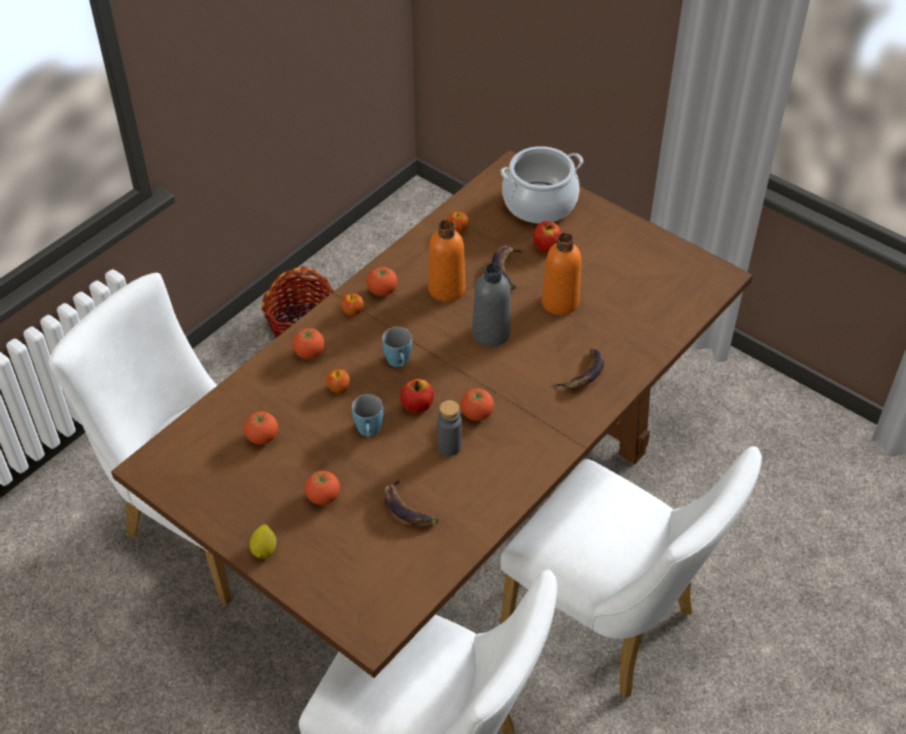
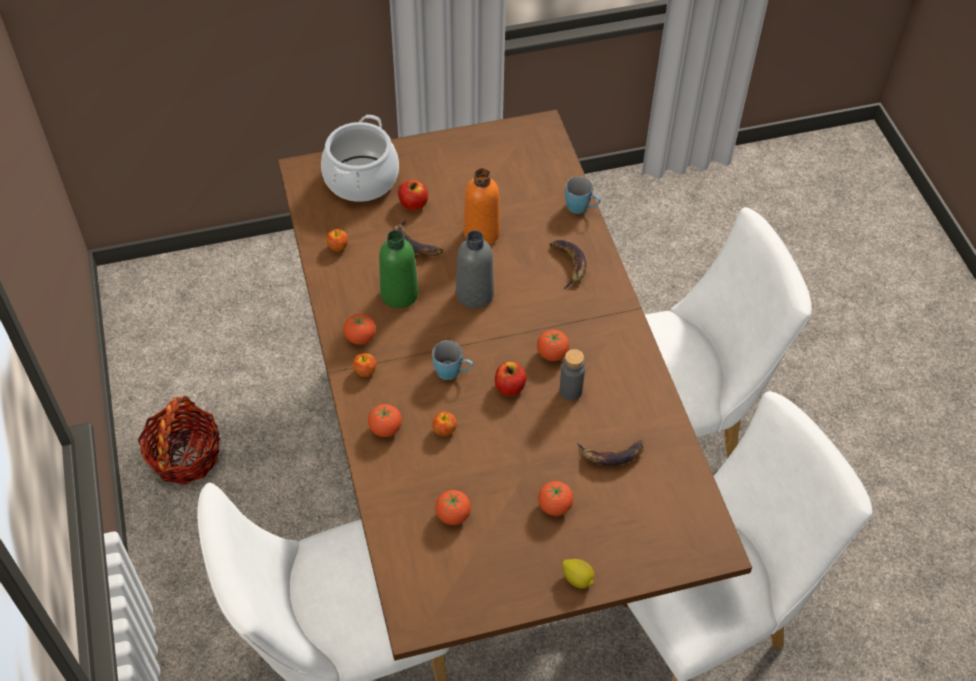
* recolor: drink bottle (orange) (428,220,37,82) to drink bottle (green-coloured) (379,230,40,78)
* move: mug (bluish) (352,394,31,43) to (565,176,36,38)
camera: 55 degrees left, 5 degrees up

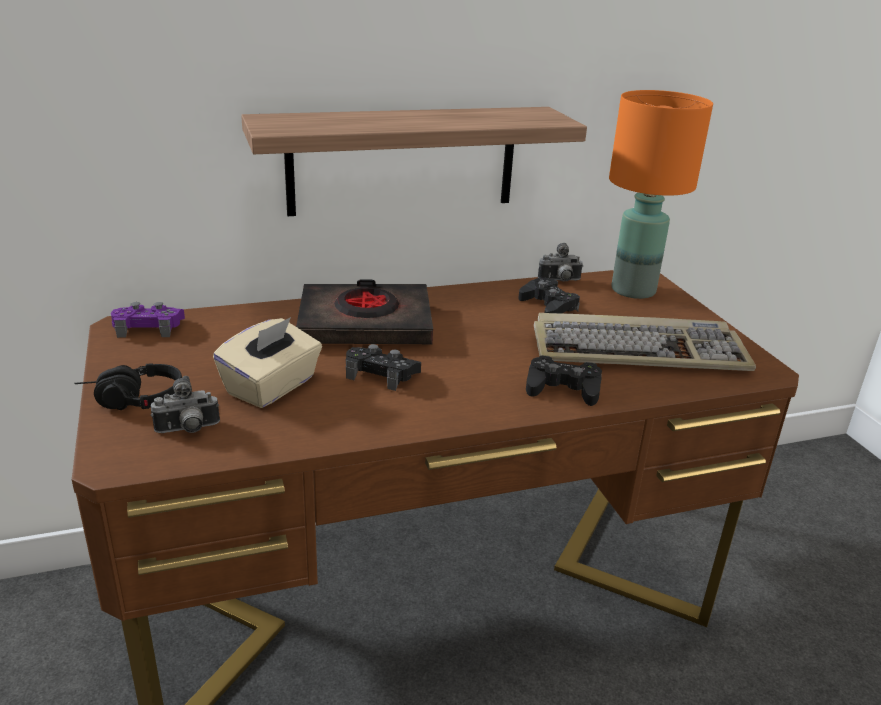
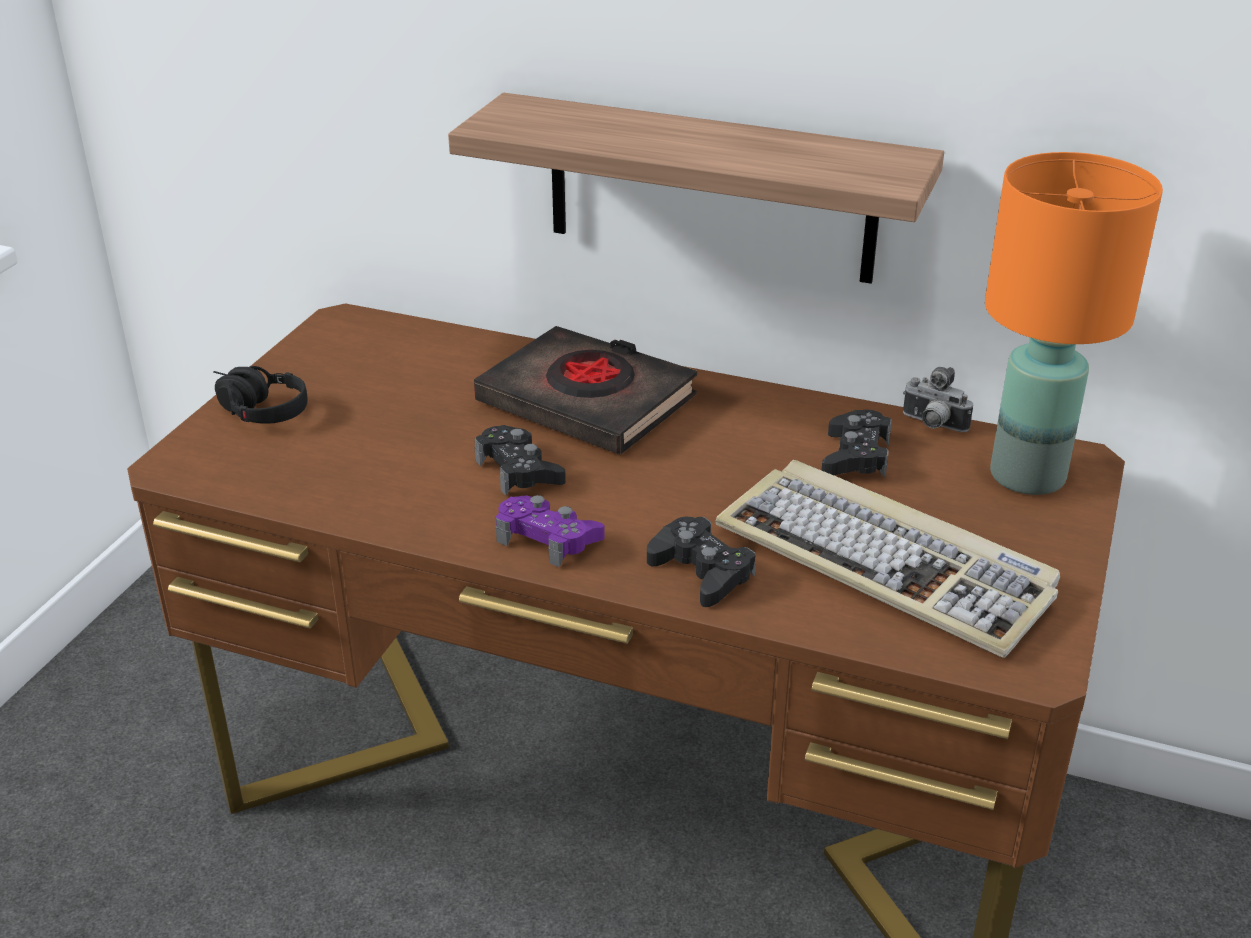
* move: game controller (purplish) (111,302,74,36) to (495,495,110,72)
* delete: box of tissues (sand-coloured) (213,317,109,91)
* delete: photo camera (151,376,69,57)
camera: 40 degrees right, 5 degrees up

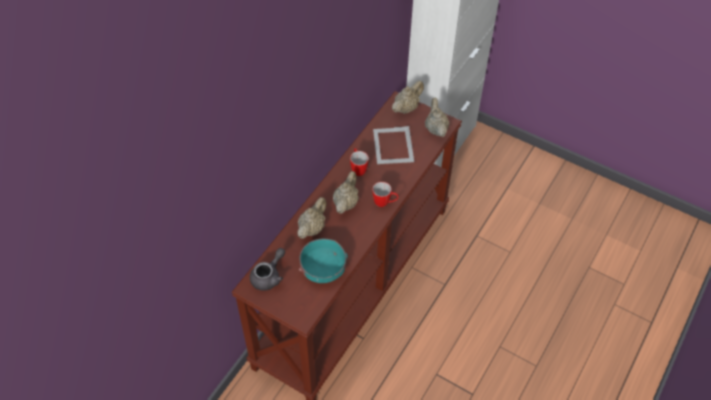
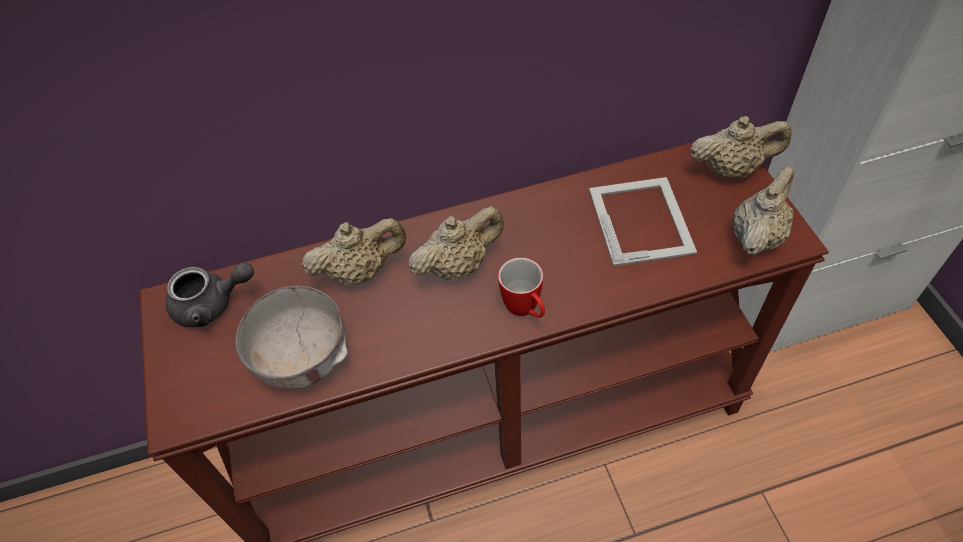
* rotate: standing frame (373,126,41,38) = (589,177,108,89) 135 degrees clockwise
* delete: mug (350,148,19,28)
* recolor: serving bowl (turquoise) (299,239,49,44) to serving bowl (grey) (235,286,113,103)
camera: 45 degrees right, 0 degrees up

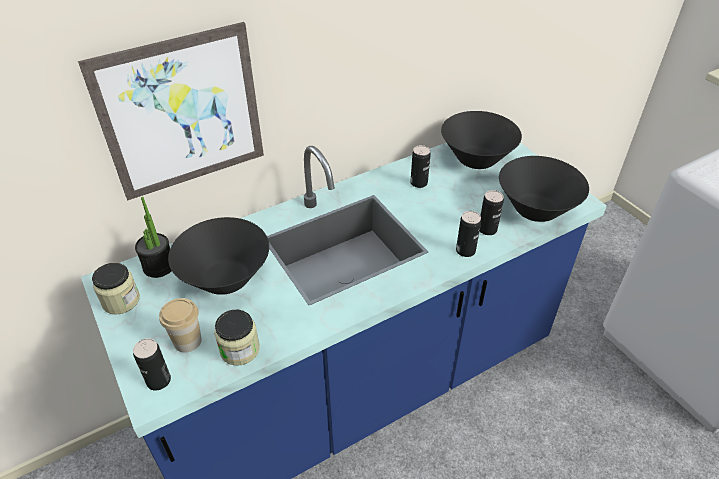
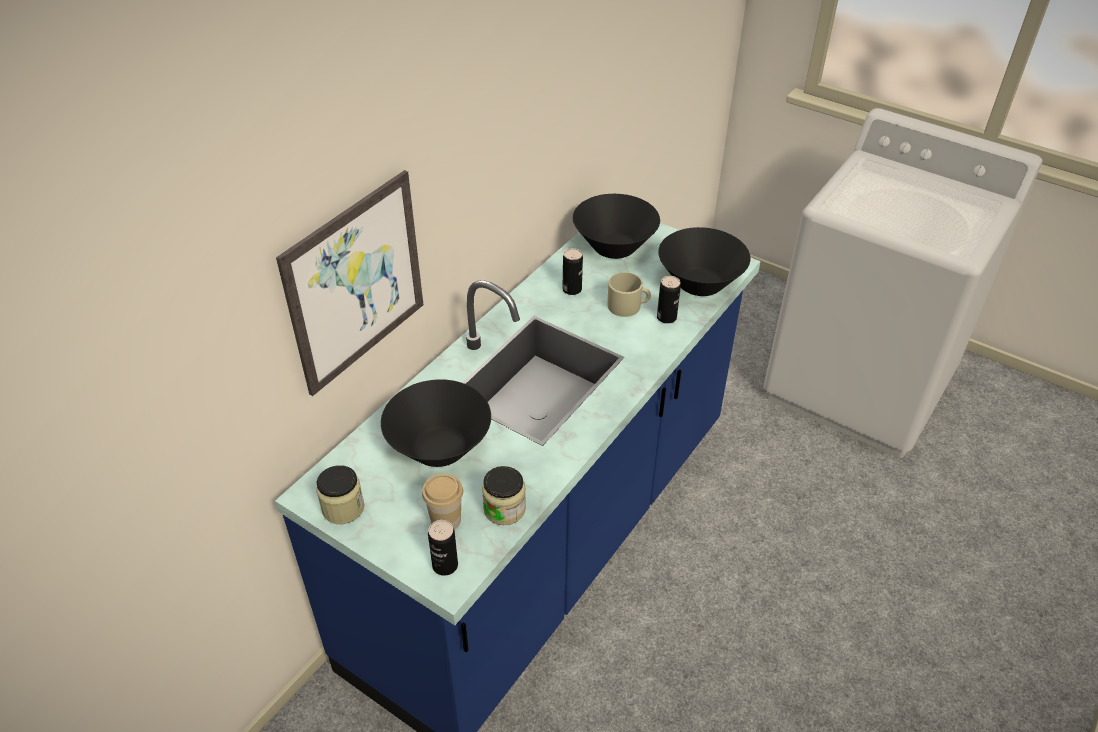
* delete: plant in a pot (135,197,37,81)
* delete: sealed can (456,211,25,46)
* insert: mug (sand-coloured) (607,272,44,45)
camera: 25 degrees left, 0 degrees up

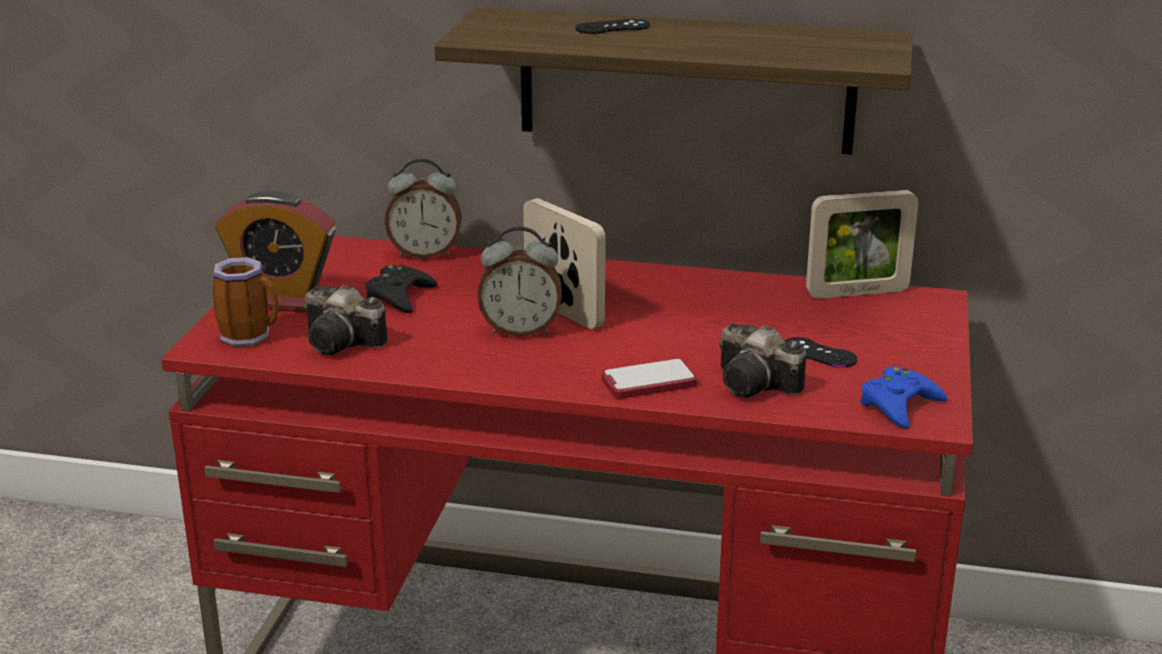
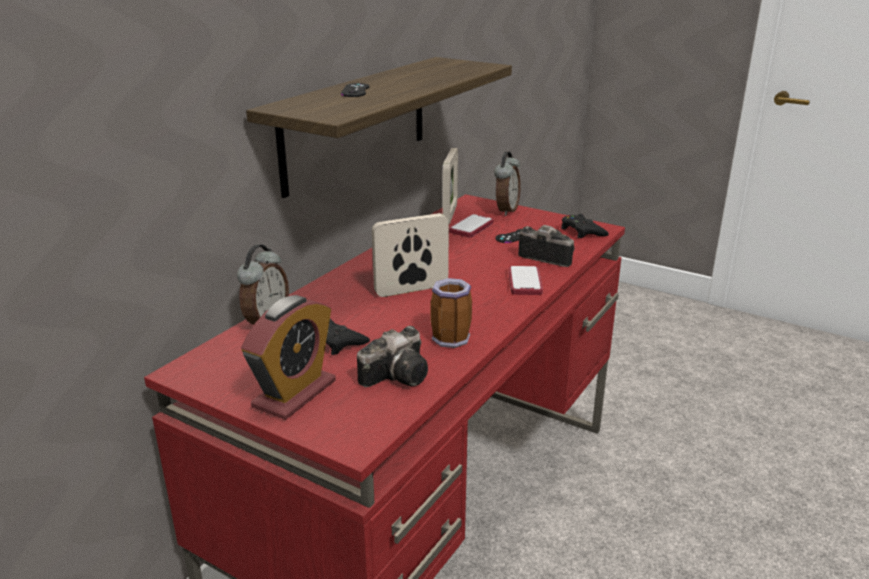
* move: table clock (477,226,85,111) to (494,151,26,65)
* move: mug (212,257,66,90) to (430,278,42,70)
* rotate: photo camera (719,324,87,74) = (518,225,57,42) 120 degrees counterclockwise
* recolor: game controller (bluish) (860,366,87,63) to game controller (black-coloured) (561,214,48,24)
* insert: telephone (449,214,44,23)
camera: 70 degrees left, 0 degrees up

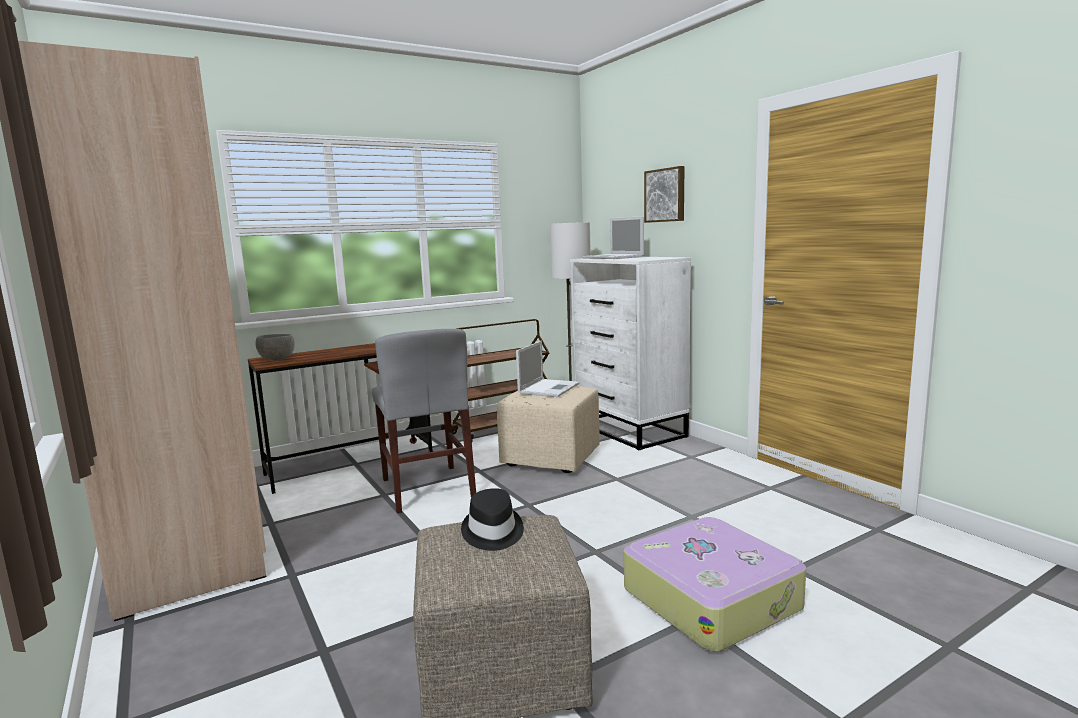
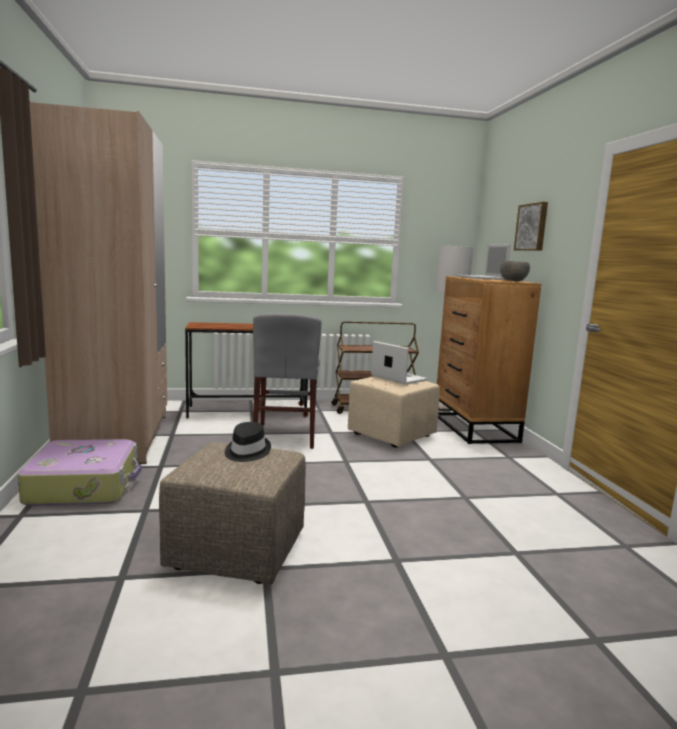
* recolor: chest of drawers (whitish) (570,257,121,193) to chest of drawers (brown-coloured) (437,276,104,168)
* move: serving bowl (grey) (256,334,39,26) to (500,261,30,21)
* rotate: portable computer (516,341,63,56) = (371,341,57,44) 90 degrees counterclockwise
* move: travel case (624,517,182,135) to (18,439,124,67)
camera: 20 degrees right, 0 degrees up

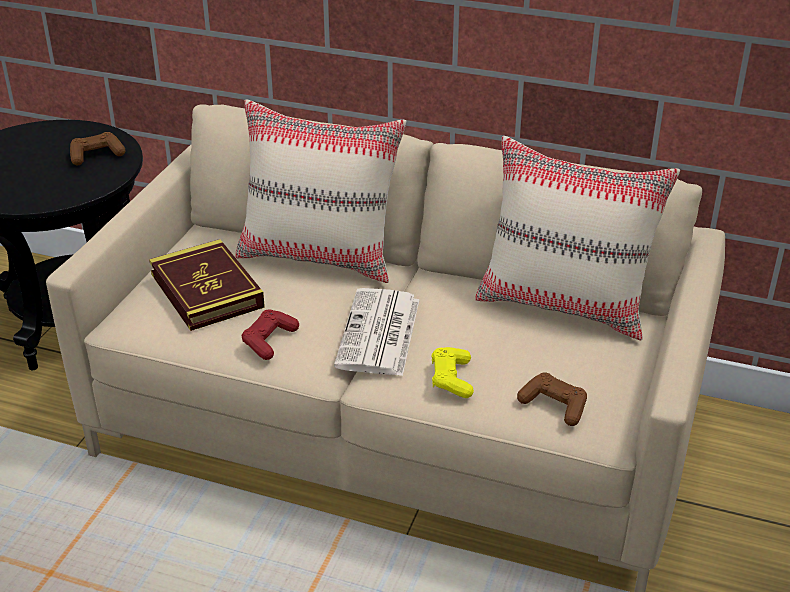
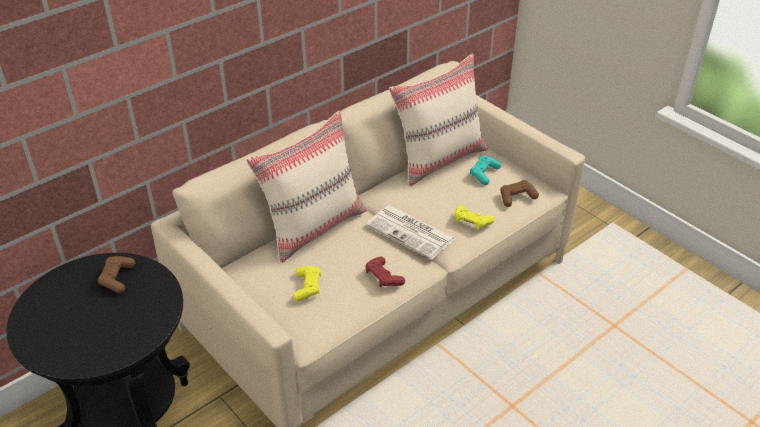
* replace: book (149,239,116,92) to game controller (yellow-coloured) (293,266,28,35)
* insert: game controller (turquoise) (470,156,31,29)
camera: 60 degrees left, 5 degrees up

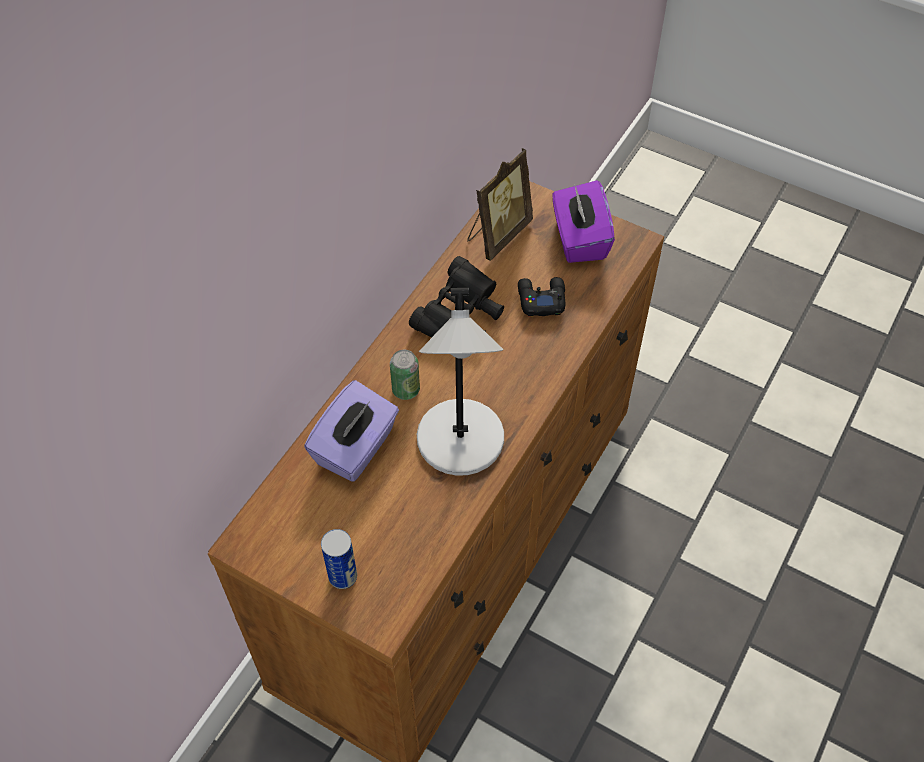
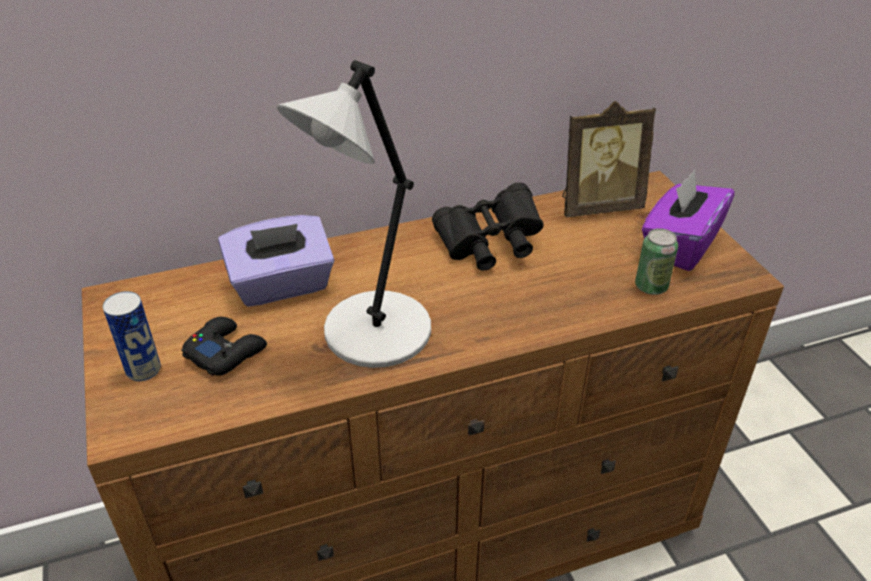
* move: game controller (black-coloured) (518,277,47,39) to (181,317,86,59)
* move: sealed can (390,350,30,50) to (635,228,43,67)
camera: 40 degrees right, 15 degrees down

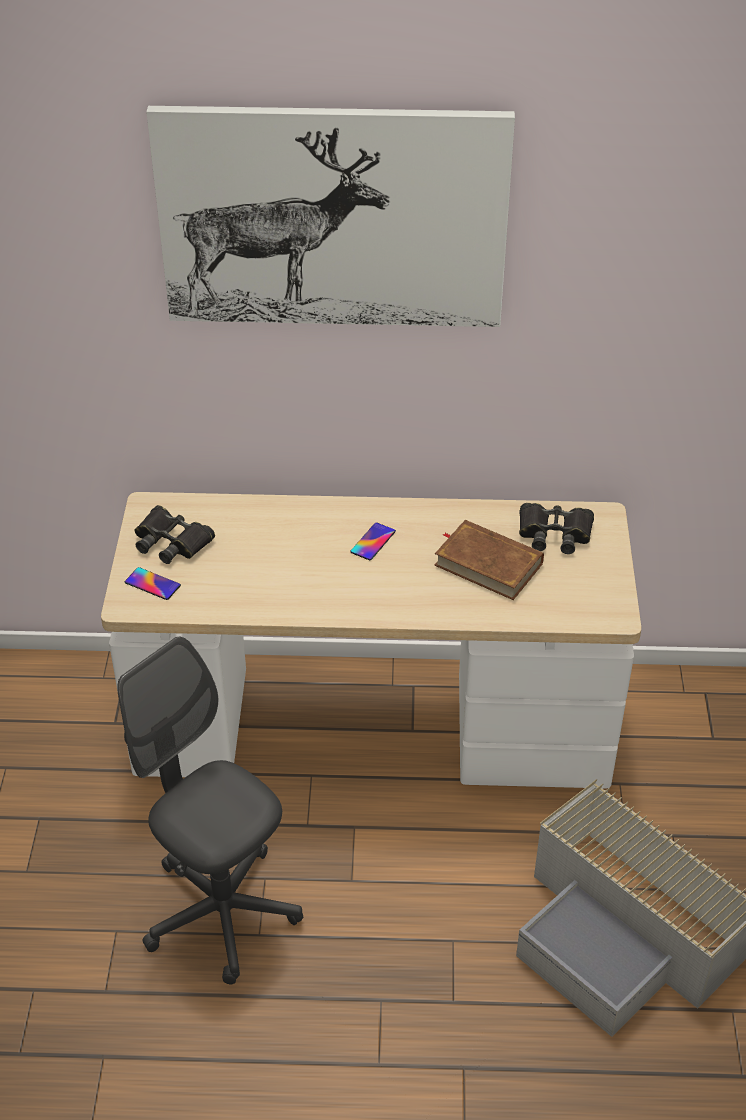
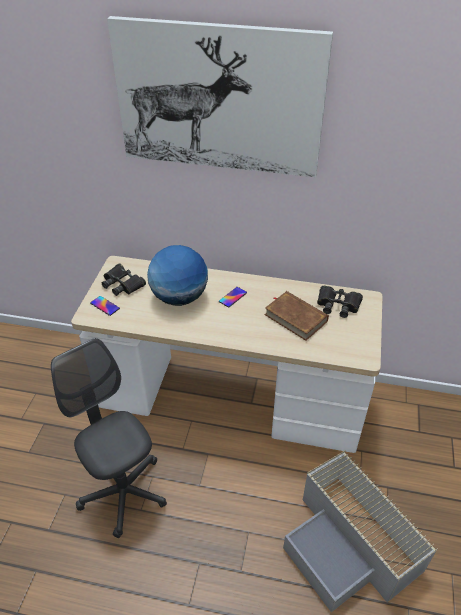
* insert: world globe (147,245,61,61)
camera: 10 degrees right, 0 degrees up

